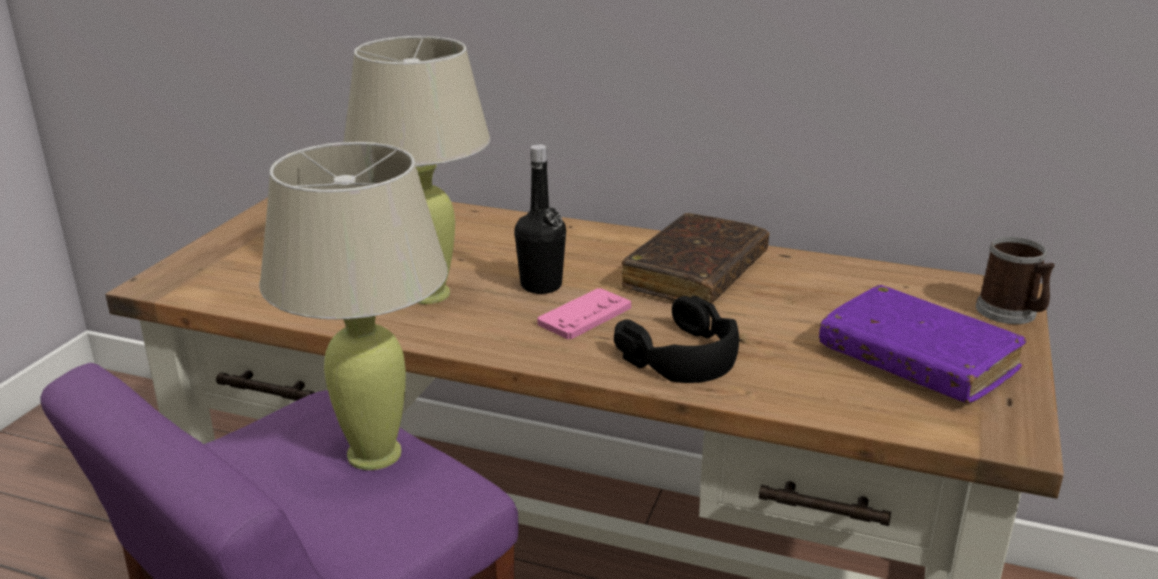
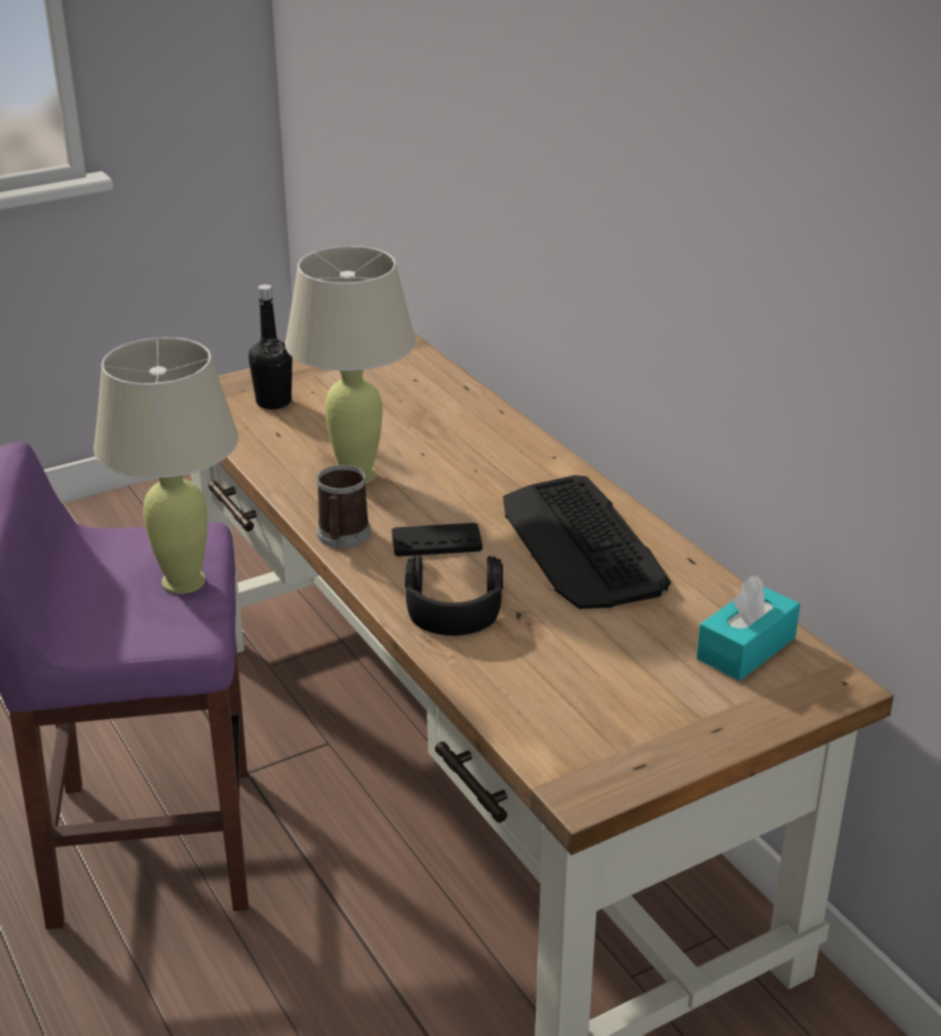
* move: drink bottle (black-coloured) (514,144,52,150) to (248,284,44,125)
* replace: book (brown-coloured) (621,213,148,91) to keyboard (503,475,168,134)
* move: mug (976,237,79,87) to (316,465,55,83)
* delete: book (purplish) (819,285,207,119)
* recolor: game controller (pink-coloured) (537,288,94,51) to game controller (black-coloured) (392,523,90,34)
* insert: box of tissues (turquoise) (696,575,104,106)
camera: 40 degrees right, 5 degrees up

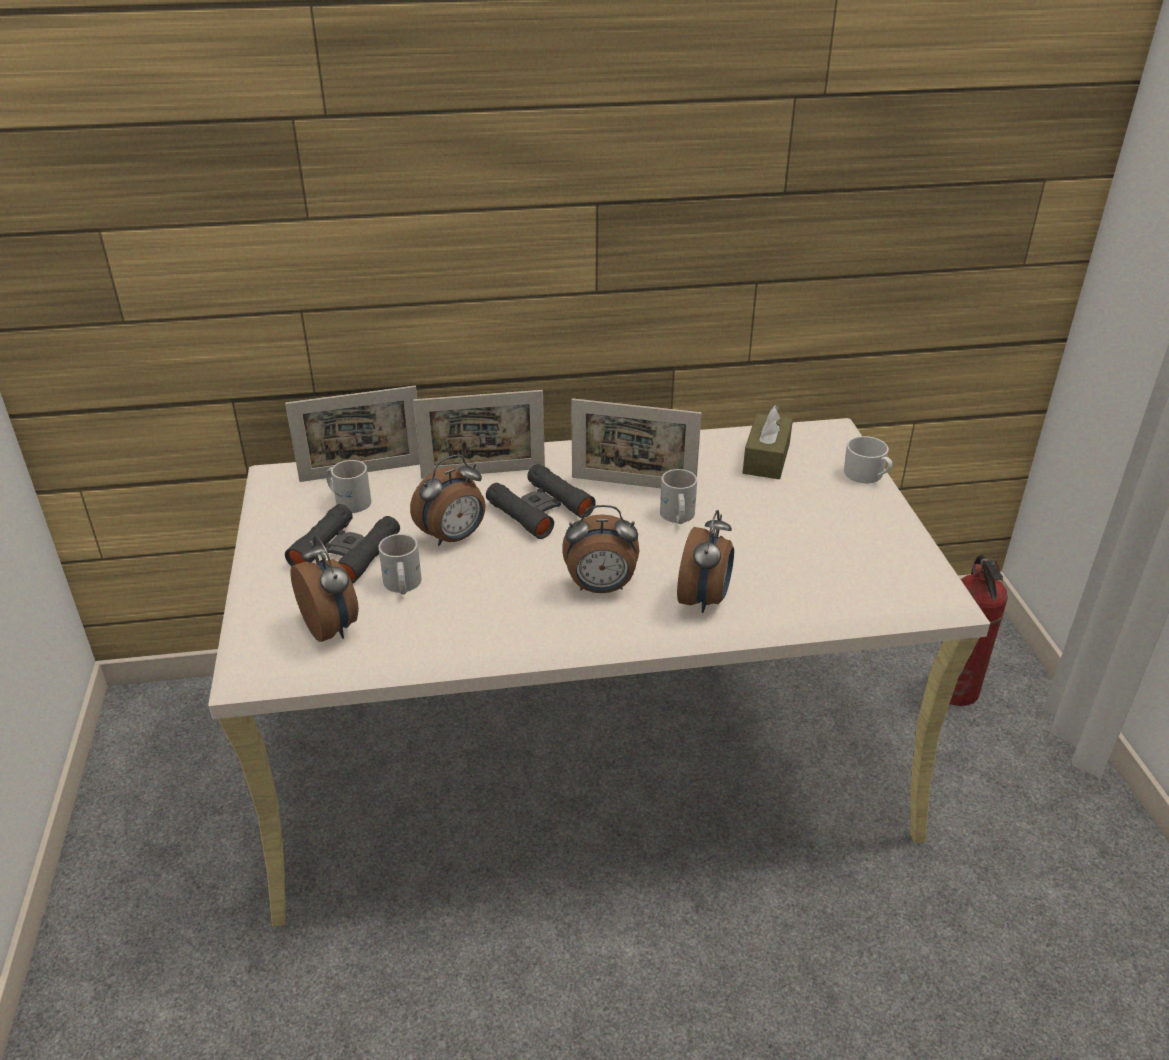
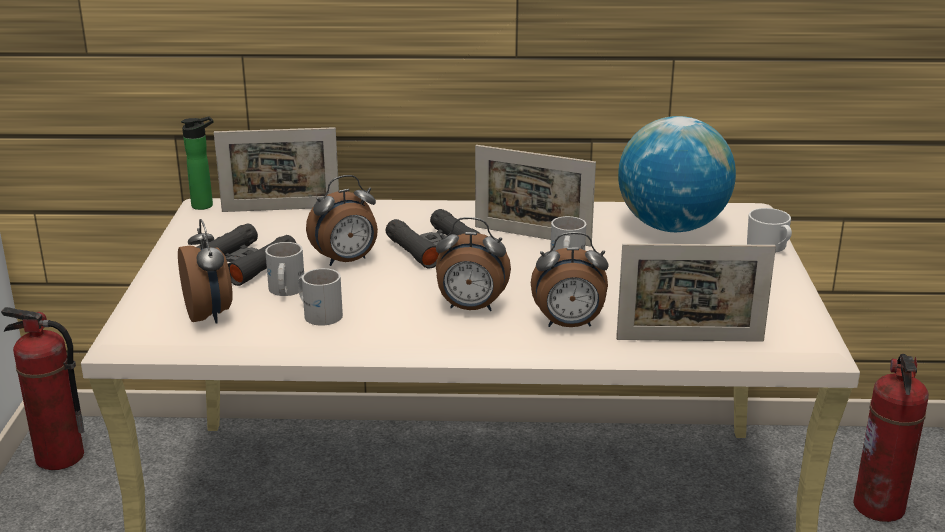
* move: standing frame (413,390,132,89) to (616,243,160,99)
* replace: box of tissues (brown-coloured) (743,405,50,74) to world globe (618,116,118,116)
* move: mug (whitish) (326,460,45,53) to (298,268,45,58)
* rotate: table clock (677,510,57,103) = (531,232,77,95) 60 degrees clockwise
* insert: drink bottle (181,116,33,94)
* insert: fire extinguisher (1,307,83,163)
camera: 10 degrees right, 10 degrees down

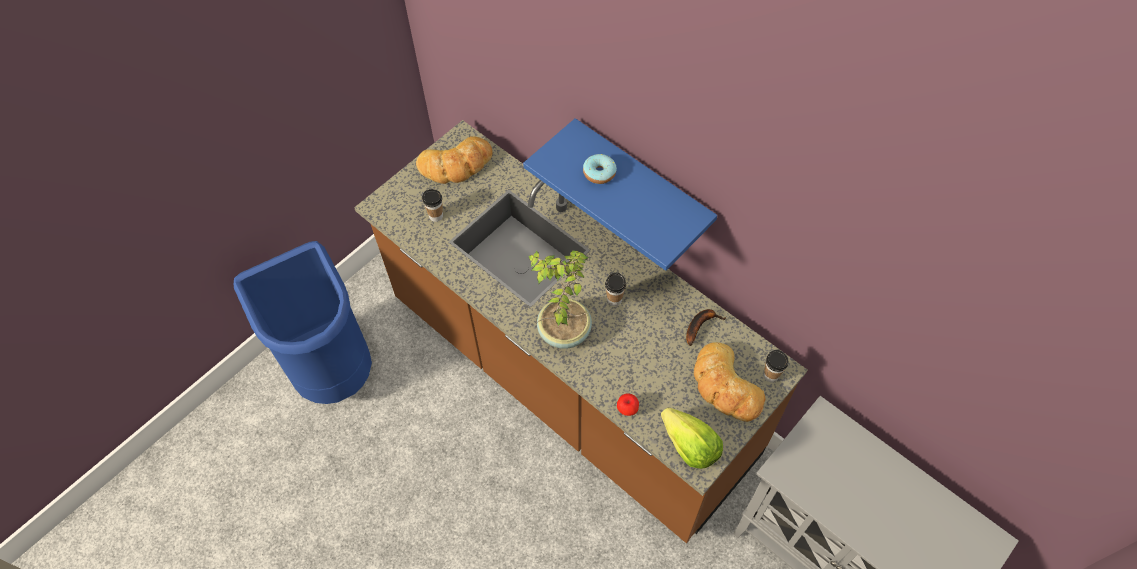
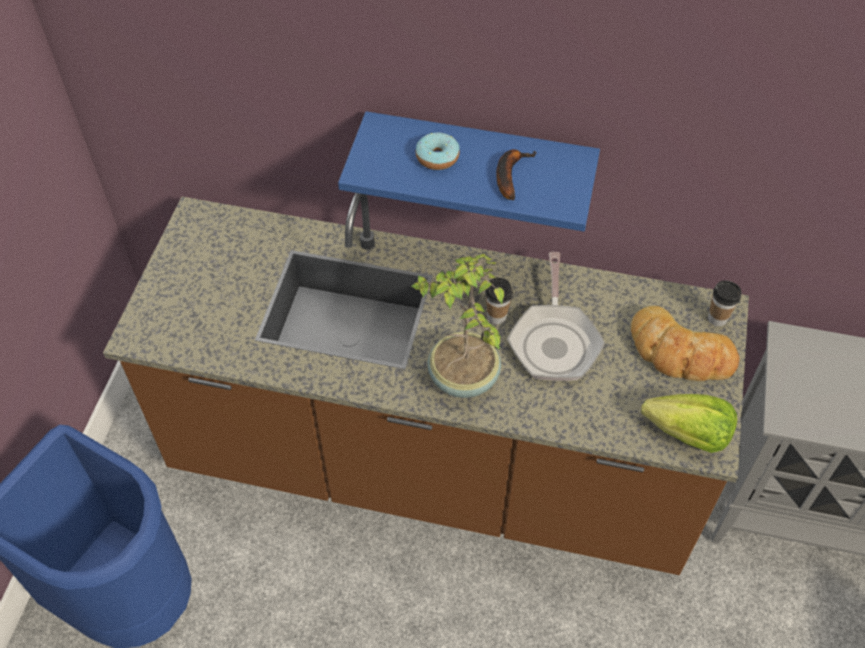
* delete: baked bread (416,136,77,48)
* delete: cup (422,189,21,33)
* move: banana (686,309,40,37) to (496,149,41,51)
* delete: apple (617,393,22,23)
* insert: pan (507,252,98,129)
camera: 30 degrees left, 5 degrees down

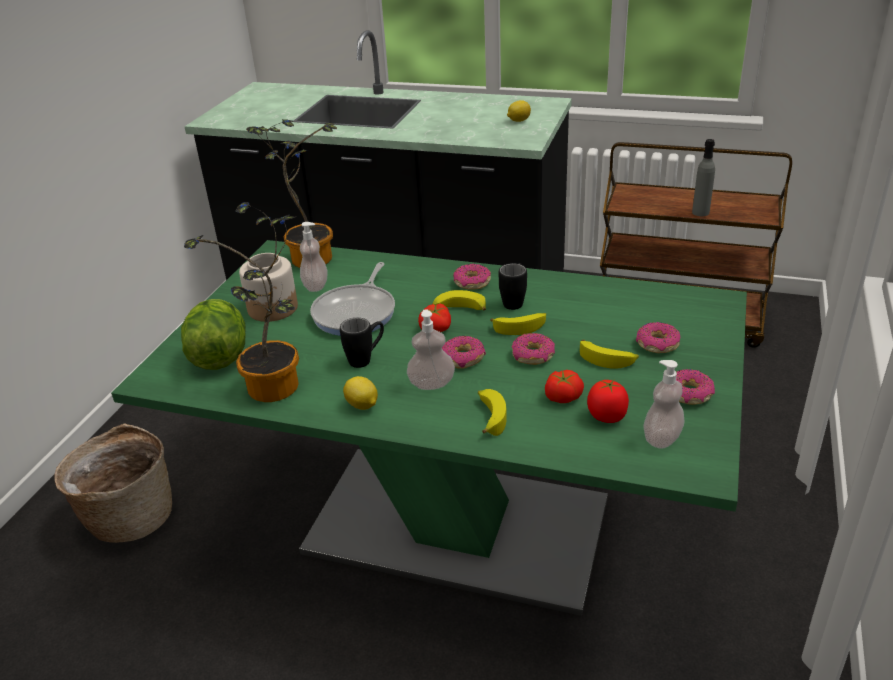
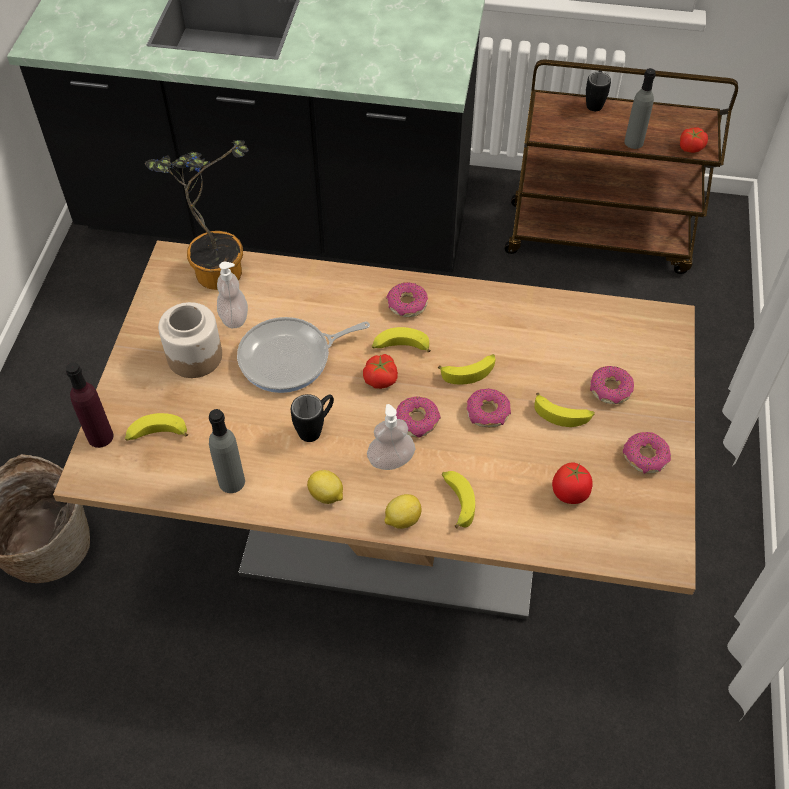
* move: lemon (507,100,24,22) to (385,494,37,35)
* replace: plant in a pot (184,202,115,200) to drink bottle (grey) (209,409,36,84)
* recolor: dining table (green-coloured) (111,240,636,376) to dining table (brown-coloured) (53,240,643,380)
* rotate: pan (310,262,85,74) = (237,317,133,76) 60 degrees clockwise
* move: mug (black-coloured) (499,263,28,47) to (586,71,25,40)
* replace: head of lettuce (181,299,65,71) to banana (125,413,63,28)
* delete: soap bottle (643,360,42,88)
* move: tomato (545,370,39,33) to (680,127,28,26)
* insert: drink bottle (purplish) (66,362,47,86)
camera: 10 degrees left, 20 degrees up

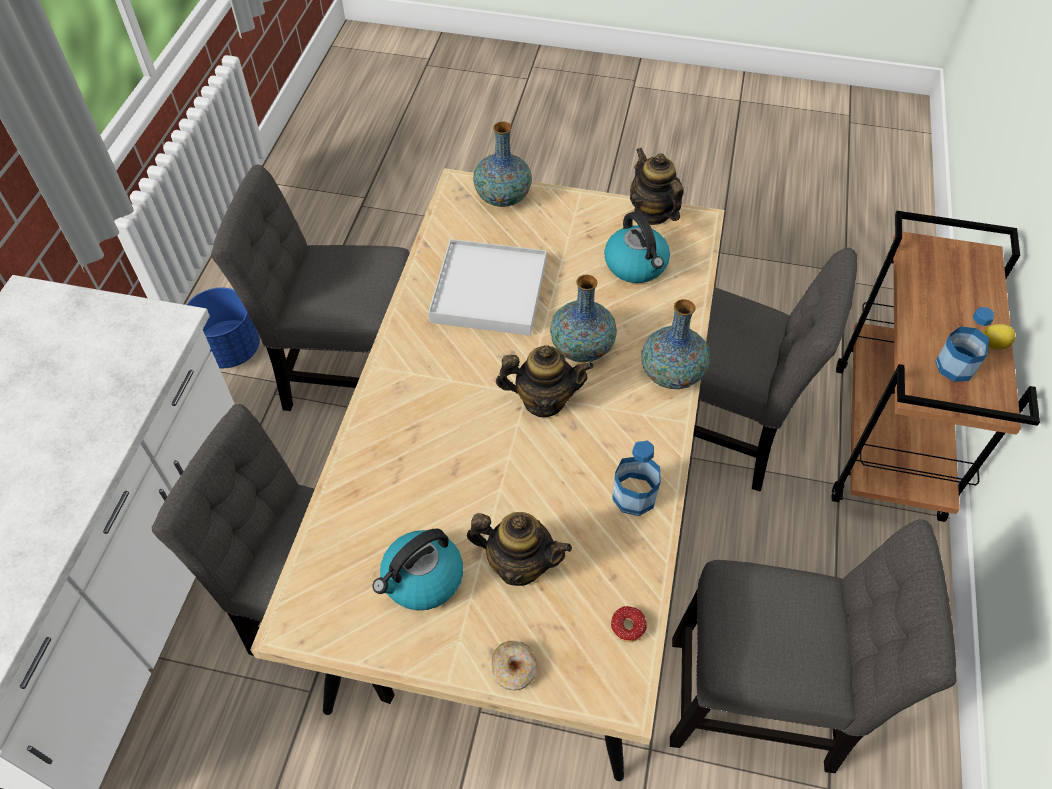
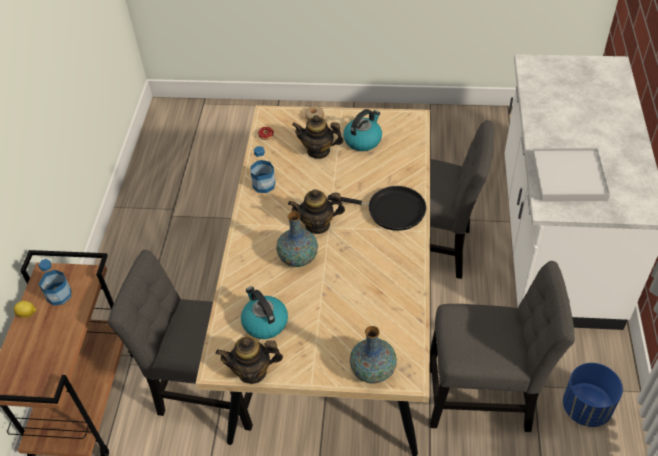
* rotate: pot for tea (630,148,54,77) = (216,336,67,48) 120 degrees clockwise
* move: carrying tray (whitish) (428,239,119,97) to (532,148,78,53)
* delete: flower vase (642,299,68,90)
* delete: chair (grey) (670,519,286,254)
* insert: pan (black-coloured) (327,186,99,45)
camera: 175 degrees right, 5 degrees down

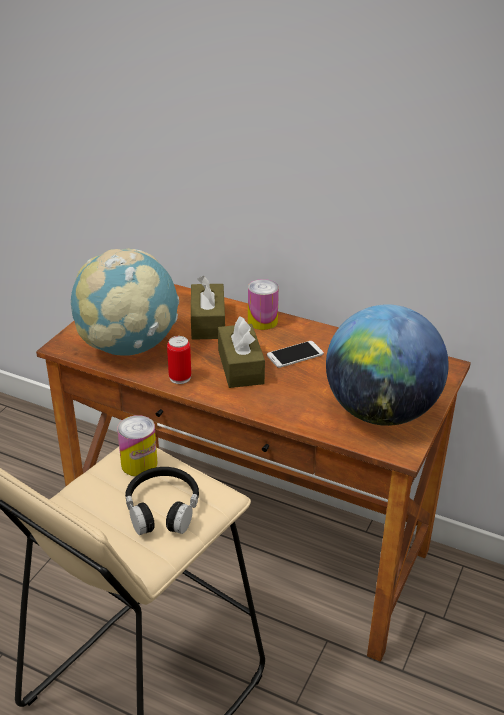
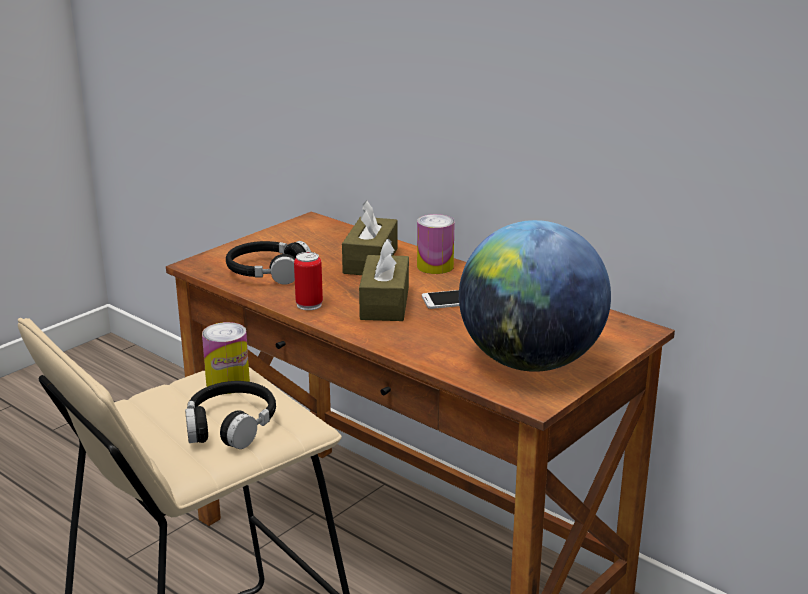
* replace: world globe (71,249,108,107) to headset (black-coloured) (226,241,85,44)
camera: 15 degrees right, 10 degrees down

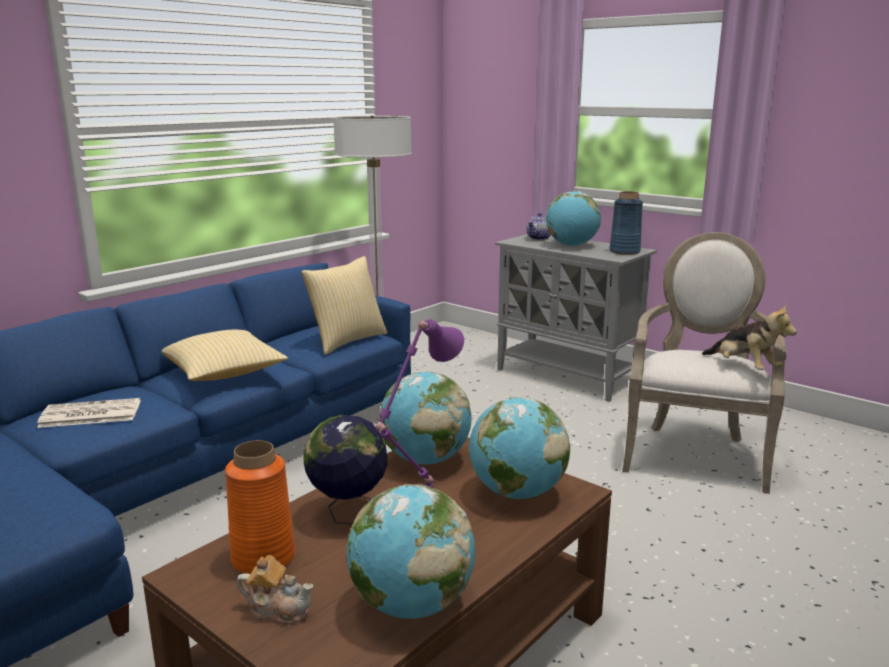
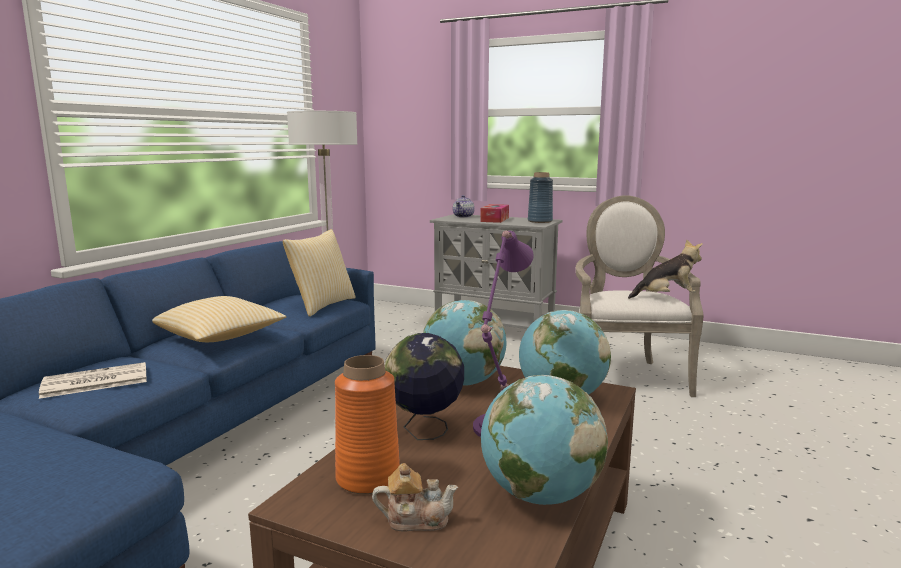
* replace: world globe (546,191,55,55) to box of tissues (480,204,29,19)
* rotate: cuddly toy (702,304,95,66) = (628,240,75,59) 45 degrees counterclockwise
camera: 15 degrees left, 5 degrees down

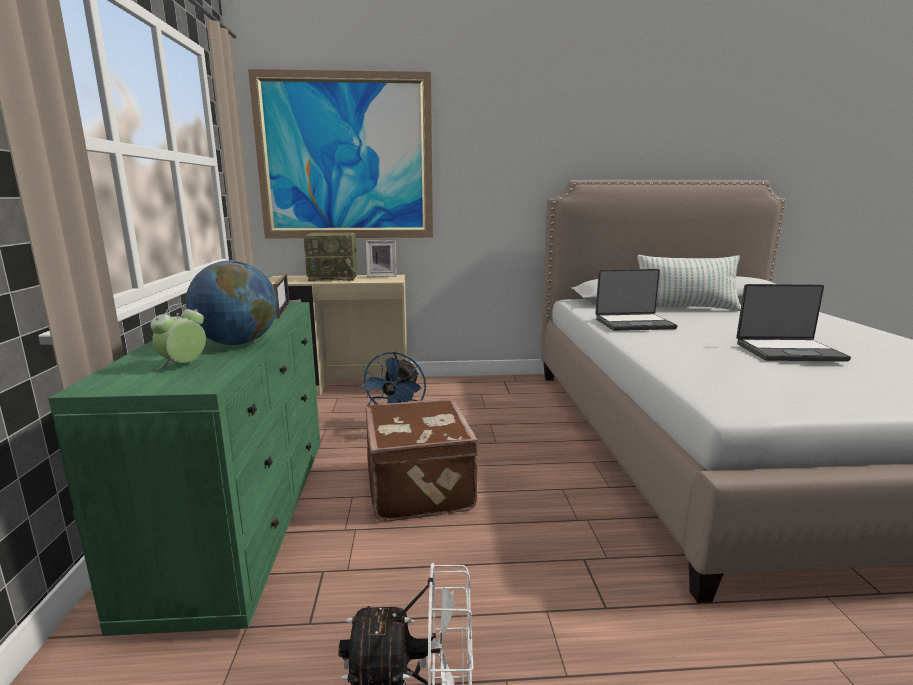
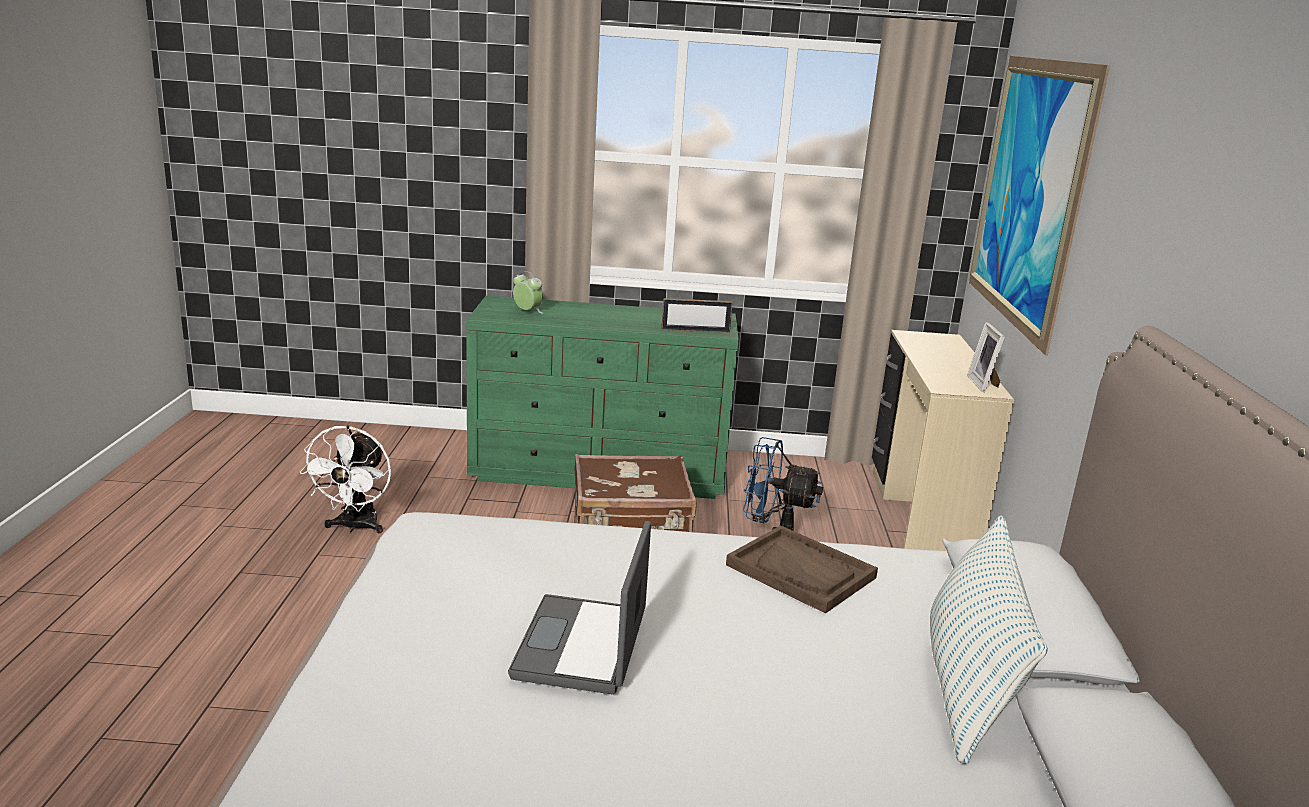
* delete: radio receiver (304,233,53,48)
* delete: world globe (186,261,91,84)
* replace: portable computer (595,269,82,62) to carrying tray (brown-coloured) (726,525,152,88)
camera: 95 degrees right, 5 degrees up

